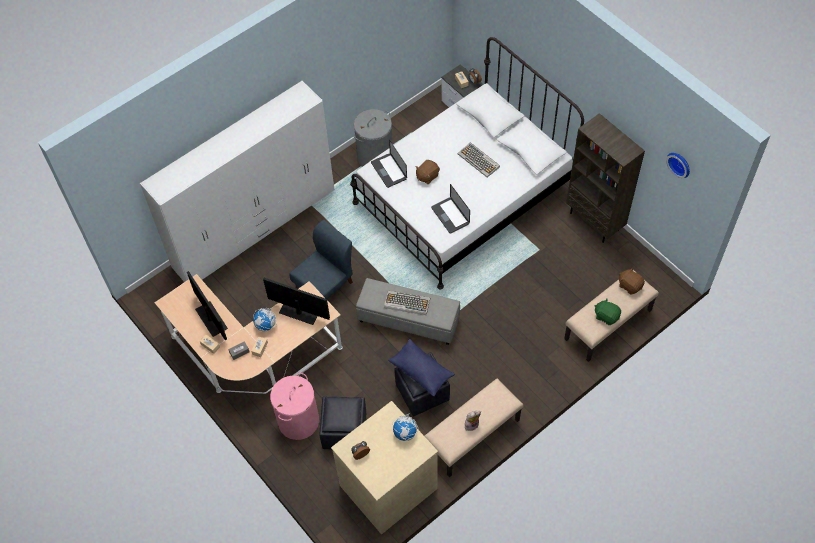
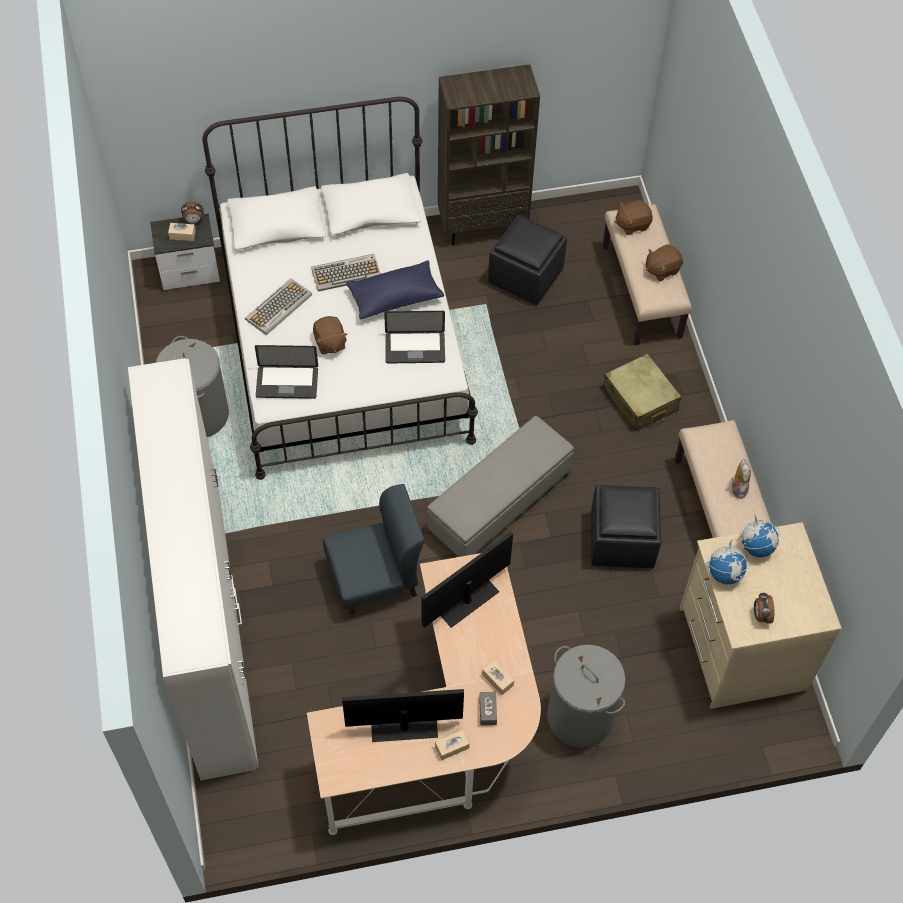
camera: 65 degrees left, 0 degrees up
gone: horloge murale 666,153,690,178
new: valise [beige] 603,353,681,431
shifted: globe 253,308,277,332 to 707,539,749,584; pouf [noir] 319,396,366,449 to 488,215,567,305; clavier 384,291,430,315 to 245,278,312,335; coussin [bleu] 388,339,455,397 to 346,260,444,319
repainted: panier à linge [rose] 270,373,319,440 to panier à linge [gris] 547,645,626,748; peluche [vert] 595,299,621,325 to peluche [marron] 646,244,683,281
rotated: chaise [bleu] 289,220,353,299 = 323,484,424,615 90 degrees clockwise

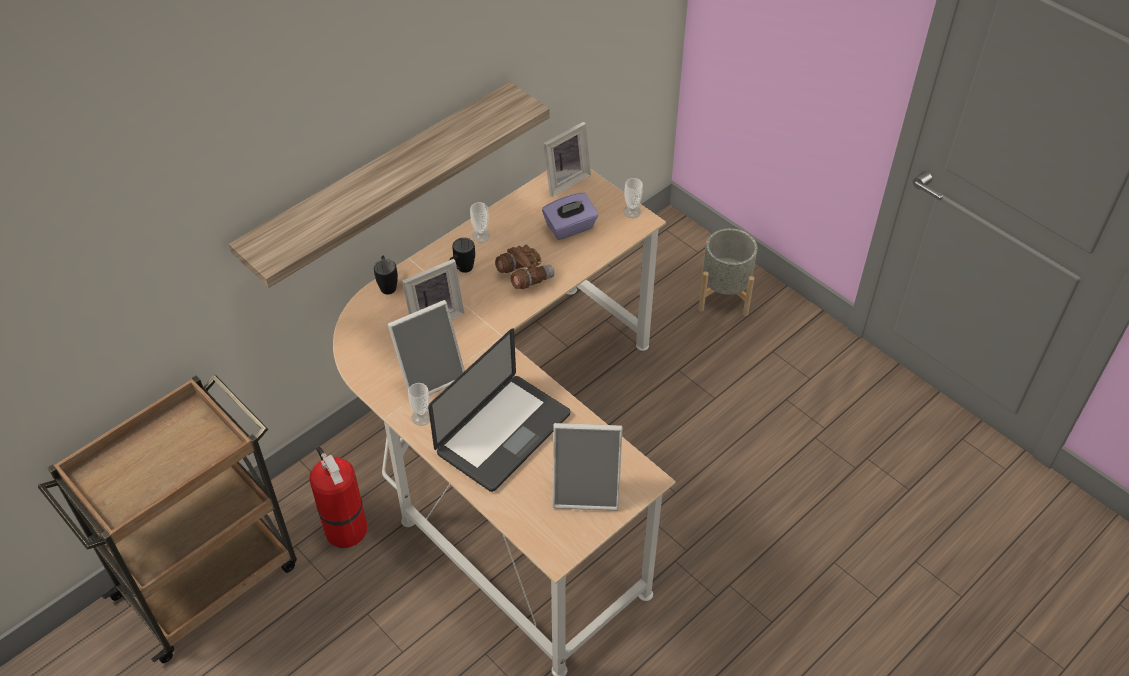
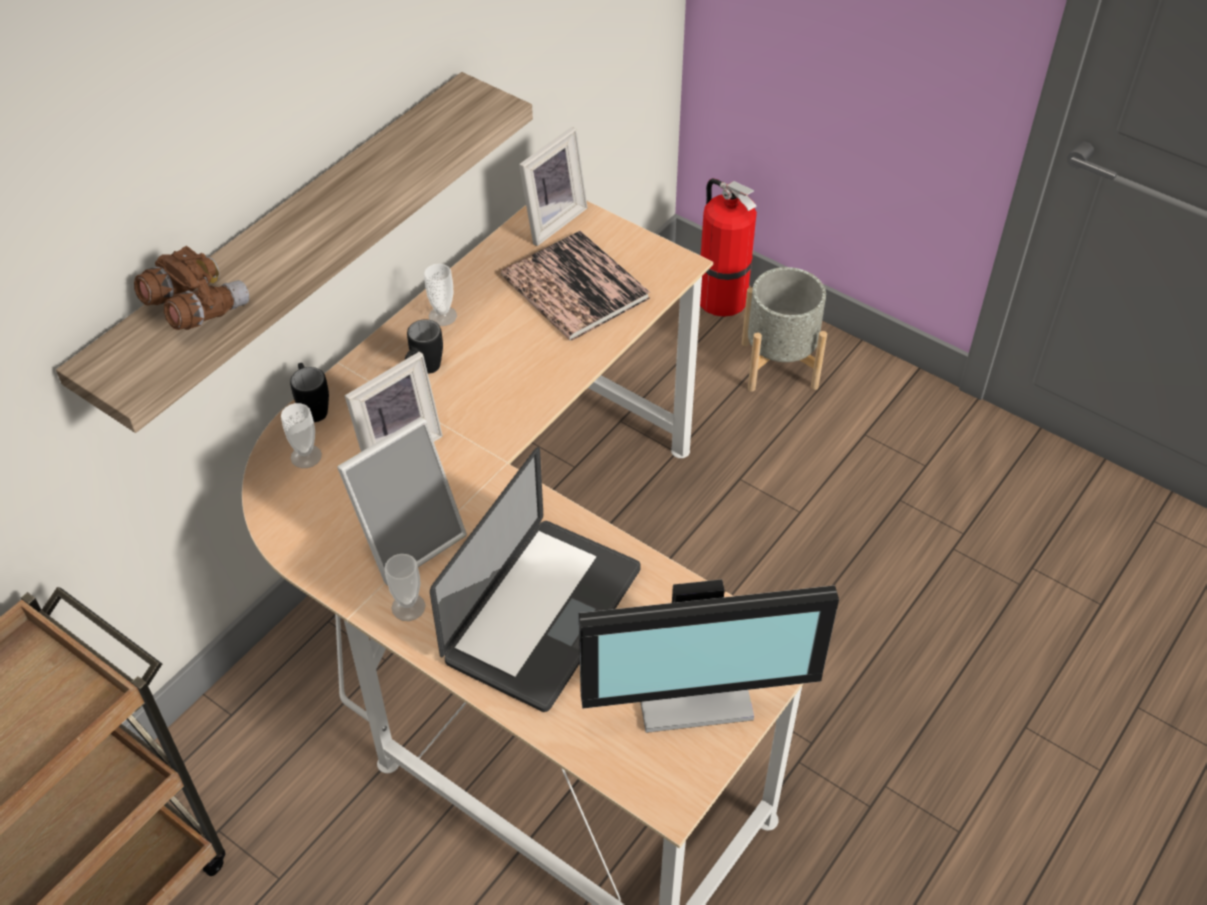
camera: 10 degrees left, 0 degrees up
shifted: extincteur 309,447,367,548 to 700,178,757,317; jumelles [marron] 495,244,554,289 to 134,246,249,330; tasse 623,178,643,218 to 281,403,322,468
swapped: boîte à mouchoirs [violet] 542,193,598,240 to livre 500,231,650,341; cadre photo 552,423,622,511 to écran d'ordinateur 579,579,839,733

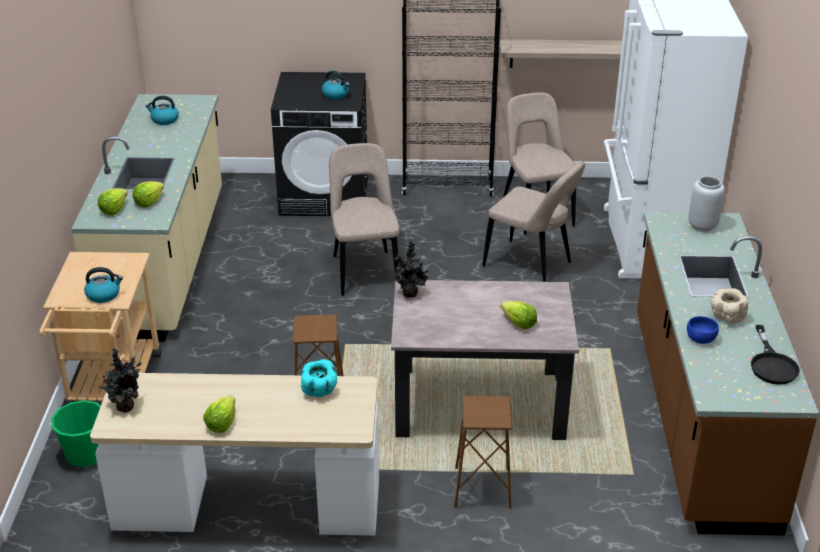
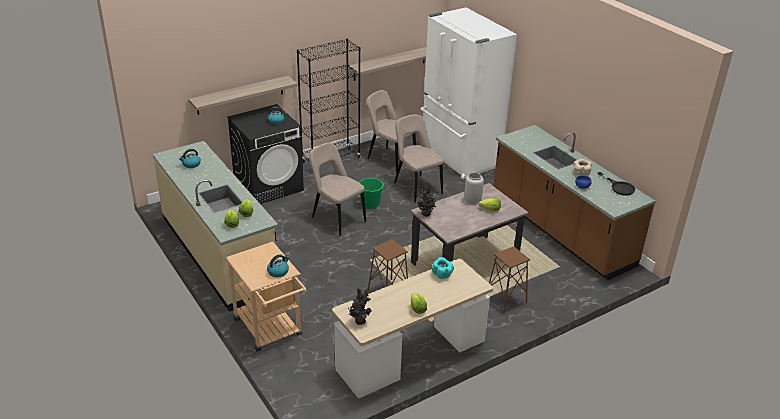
camera: 35 degrees left, 0 degrees up
new: étagère 189,76,297,115
shifted: seau [vert] 50,400,101,467 to 359,178,384,209; vase [gris] 688,176,725,232 to 464,172,484,204
rotated: chaise [beige] 482,161,585,282 = 394,114,444,203 120 degrees counterclockwise

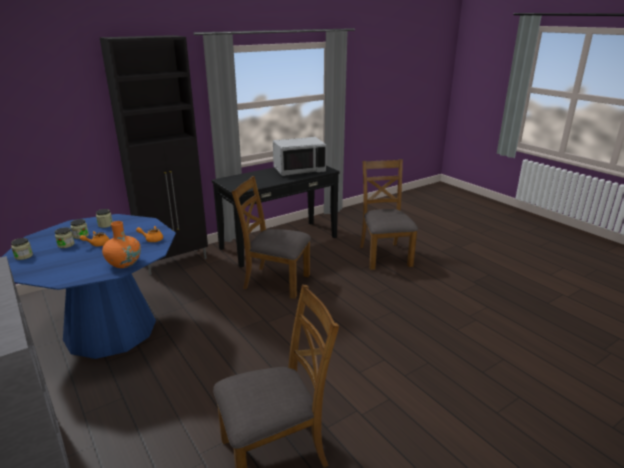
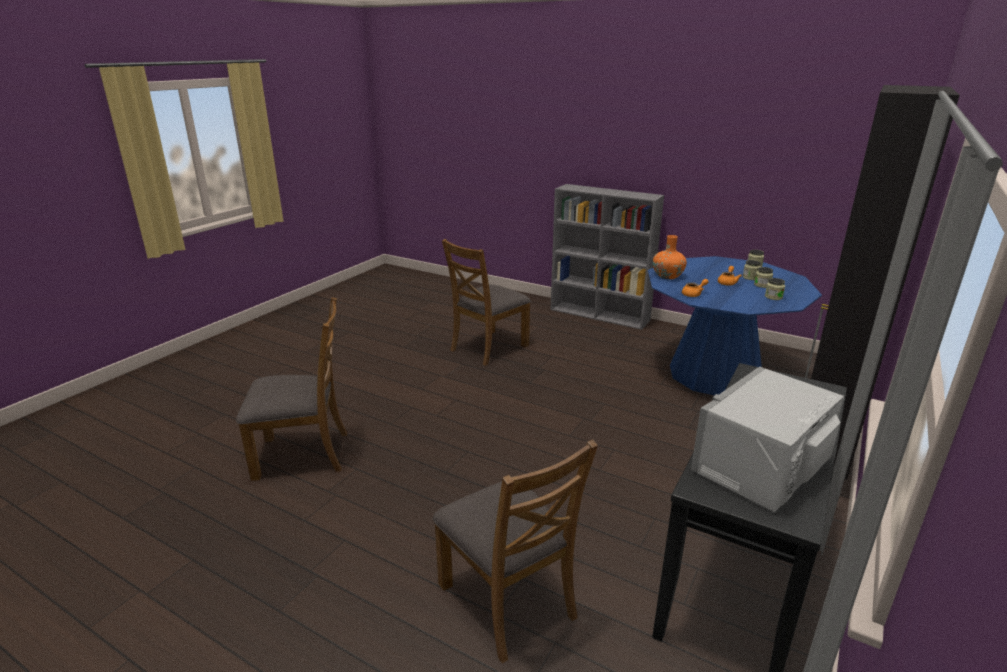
camera: 155 degrees right, 0 degrees up
shifted: chaise [marron] 231,176,311,299 to 236,297,347,481

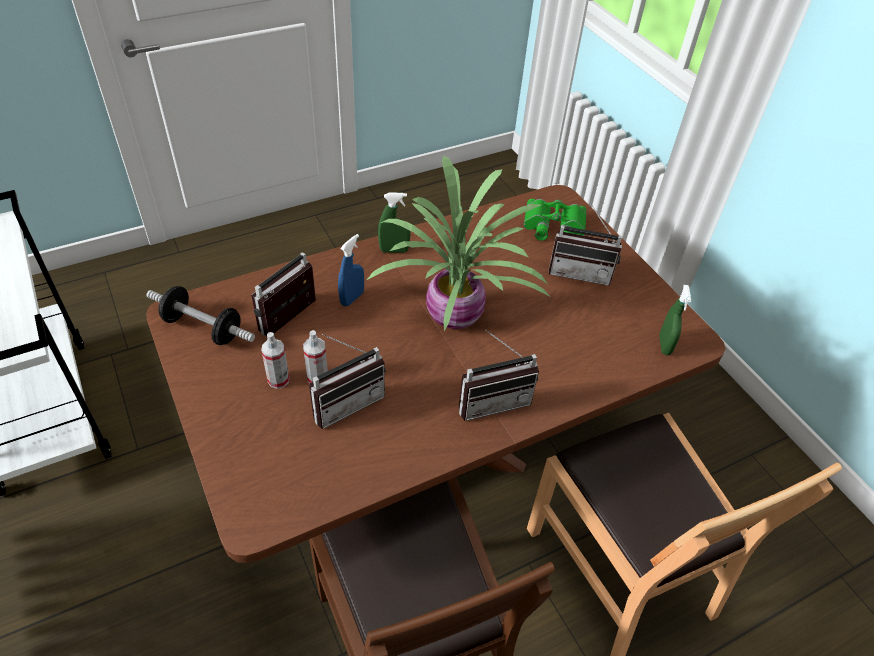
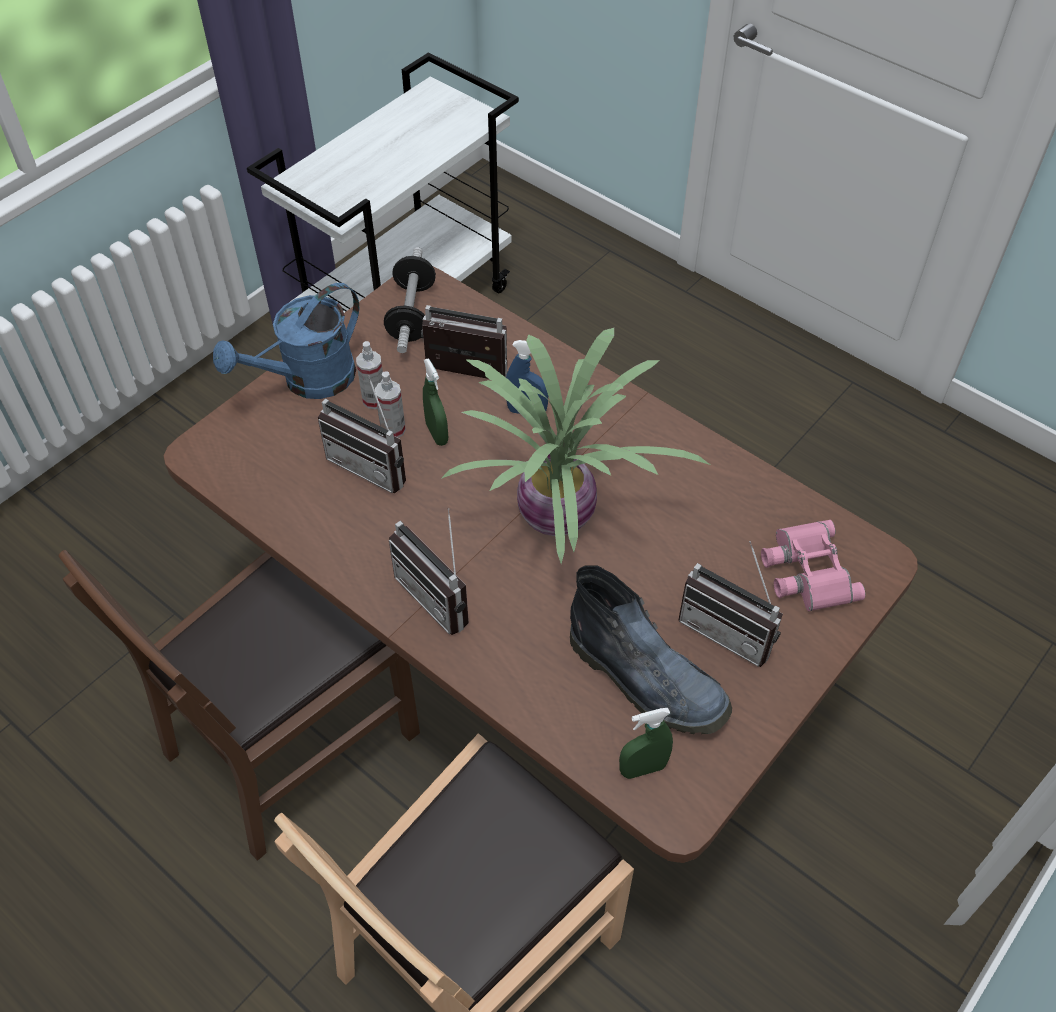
camera: 70 degrees right, 5 degrees up
new: arrosoir [bleu] 213,283,359,399; botte 570,565,732,734
shifted: vaporisateur [vert] 378,193,411,253 to 423,358,448,446
repainted: jumelles [vert] 524,199,586,241 to jumelles [rose] 761,520,866,612
rotated: radio 548,202,622,286 = 679,541,783,667 45 degrees counterclockwise

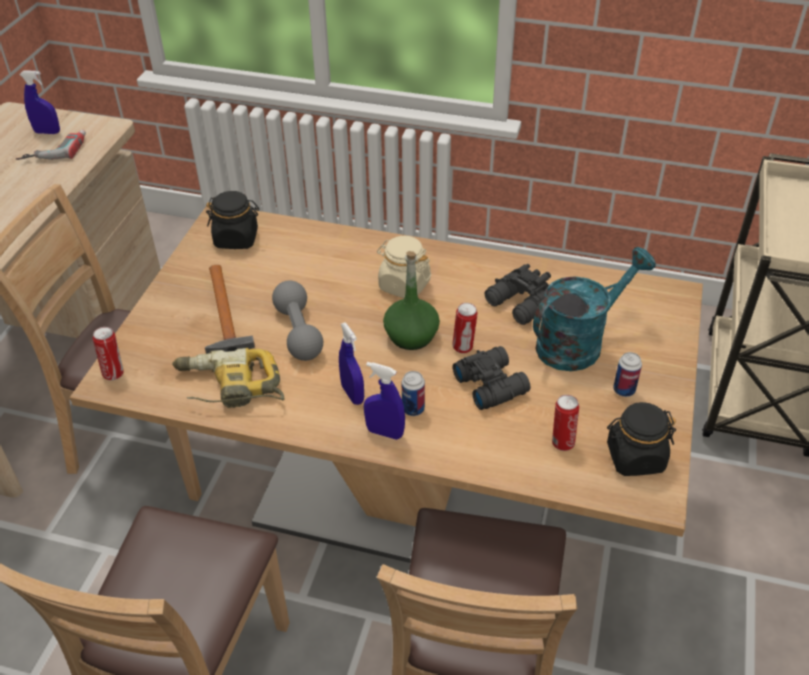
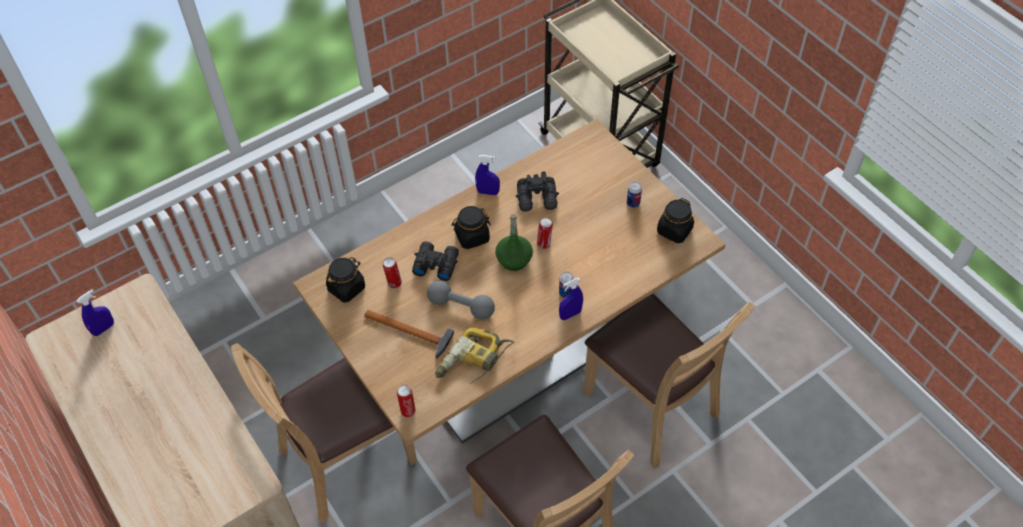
camera: 50 degrees left, 10 degrees up
gone: perceuse 16,130,86,160; arrosoir [turquoise] 533,247,656,371
shifted: vaporisateur [bleu] 339,322,364,405 to 475,155,500,195; jumelles [noir] 453,346,531,410 to 412,242,459,281; boîte métallique 552,395,579,451 to 383,257,402,288
repainted: bocal [beige] 377,236,431,298 to bocal [noir] 451,206,491,249

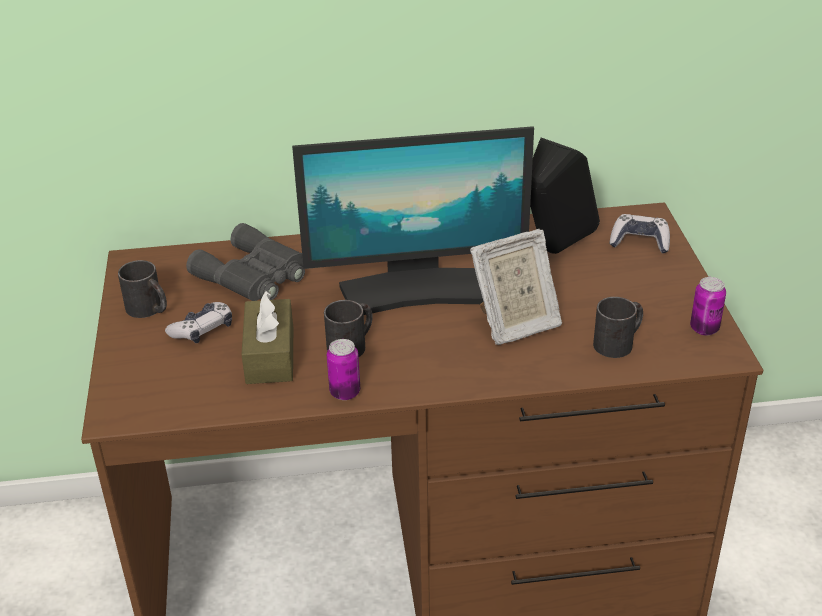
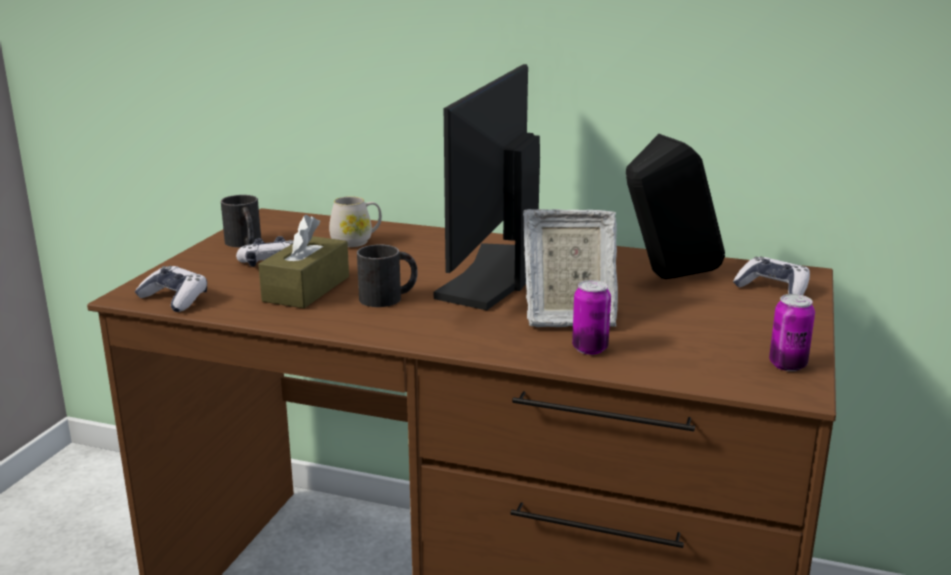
camera: 25 degrees right, 15 degrees down
gone: mug [noir] 593,297,643,358
new: manette 135,266,207,312
shifted: boîte métallique 327,339,360,400 to 572,280,611,355
swapped: jumelles [gris] 186,223,305,301 to mug [blanc] 329,196,382,247
rotated: écran d'ordinateur 292,126,534,315 = 434,64,540,310 90 degrees clockwise

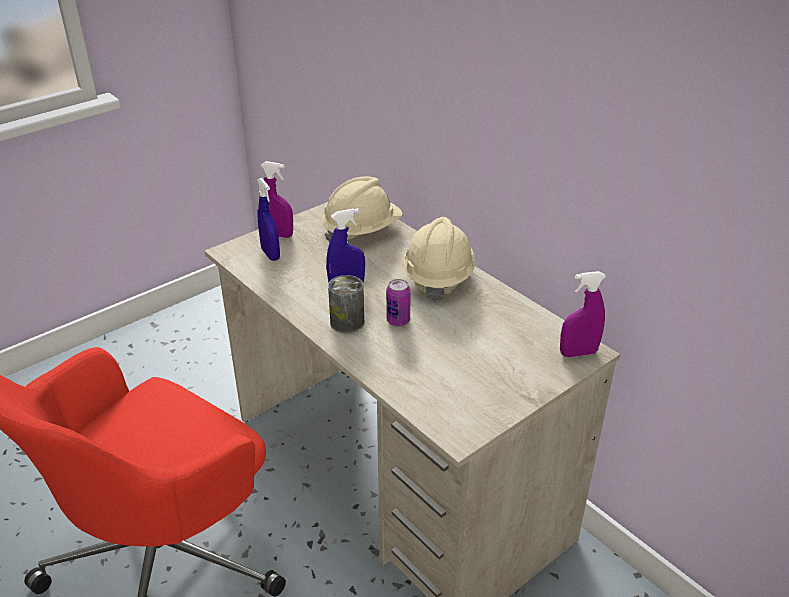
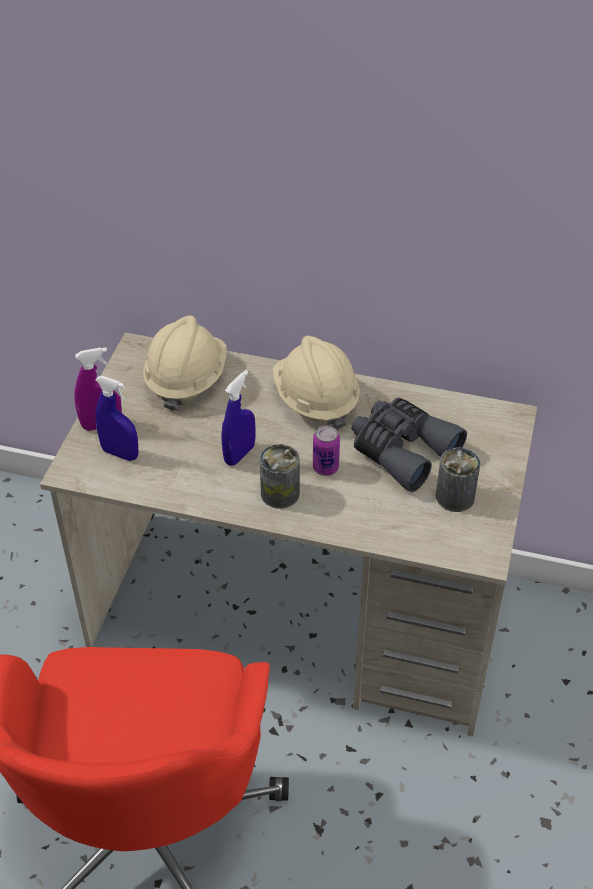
camera: 35 degrees left, 10 degrees up
gone: vaporisateur [violet] 560,271,606,357
new: jumelles [gris] 351,398,467,492; boîte métallique 436,447,481,512

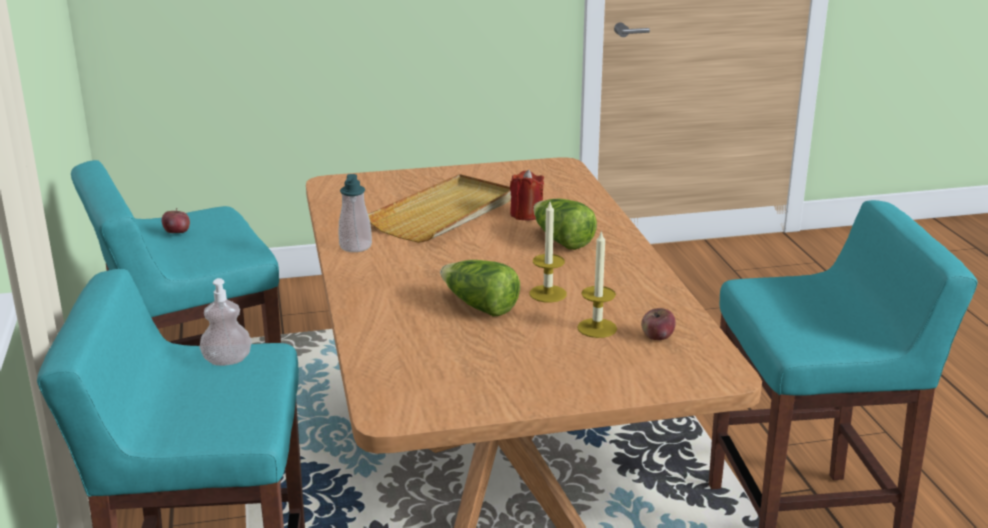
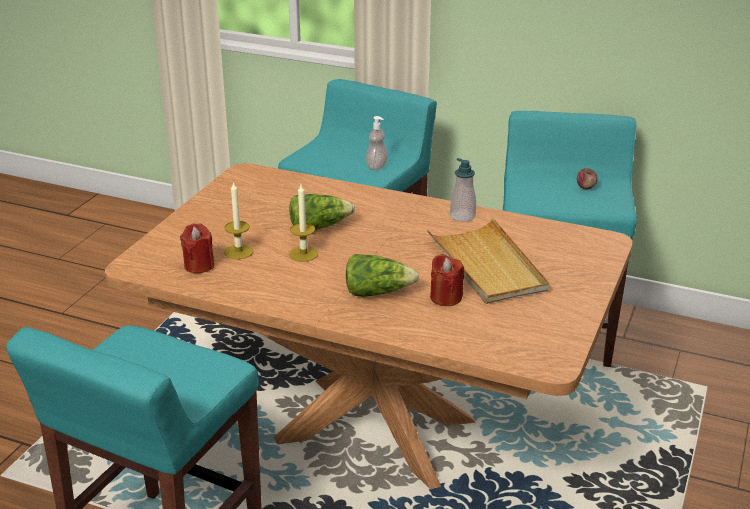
camera: 125 degrees right, 5 degrees up
swapped: pomme 641,308,676,340 to bougie [rouge] 180,223,215,273

